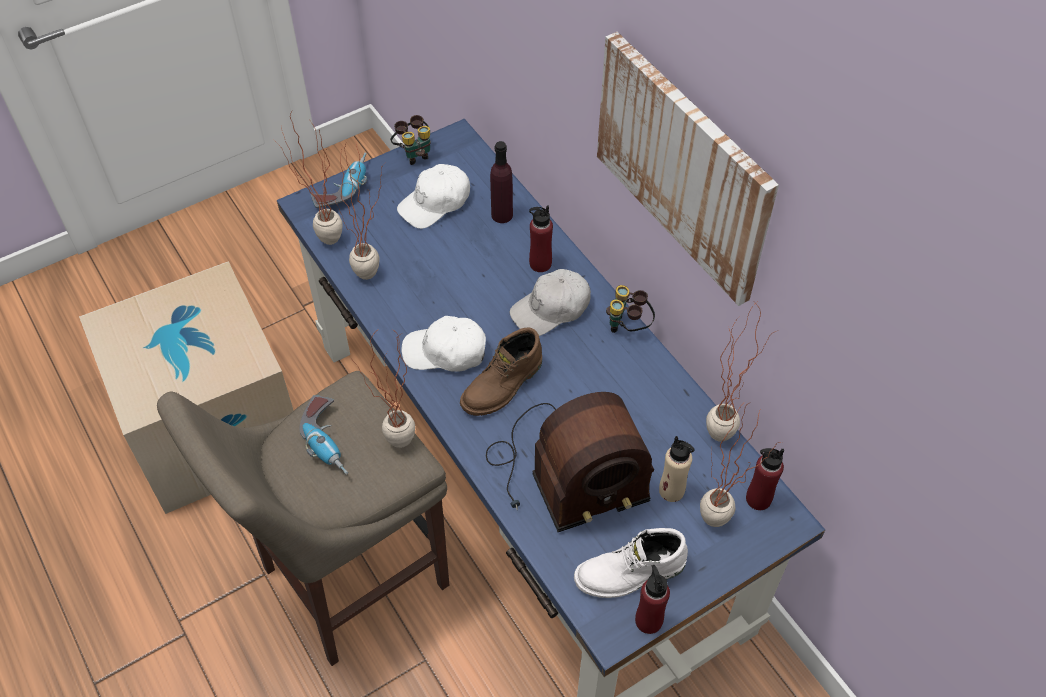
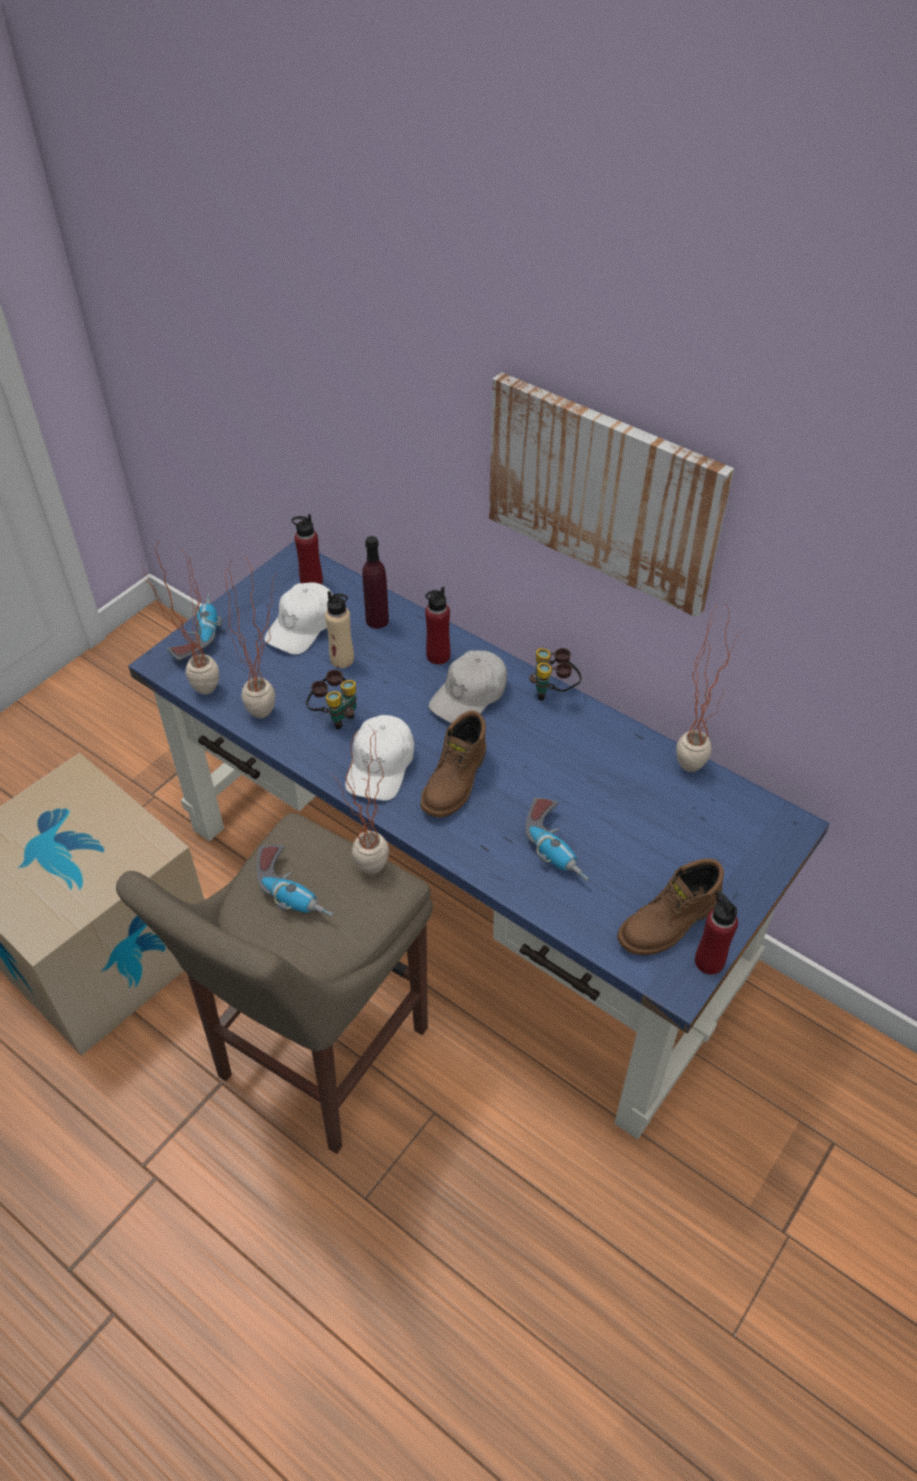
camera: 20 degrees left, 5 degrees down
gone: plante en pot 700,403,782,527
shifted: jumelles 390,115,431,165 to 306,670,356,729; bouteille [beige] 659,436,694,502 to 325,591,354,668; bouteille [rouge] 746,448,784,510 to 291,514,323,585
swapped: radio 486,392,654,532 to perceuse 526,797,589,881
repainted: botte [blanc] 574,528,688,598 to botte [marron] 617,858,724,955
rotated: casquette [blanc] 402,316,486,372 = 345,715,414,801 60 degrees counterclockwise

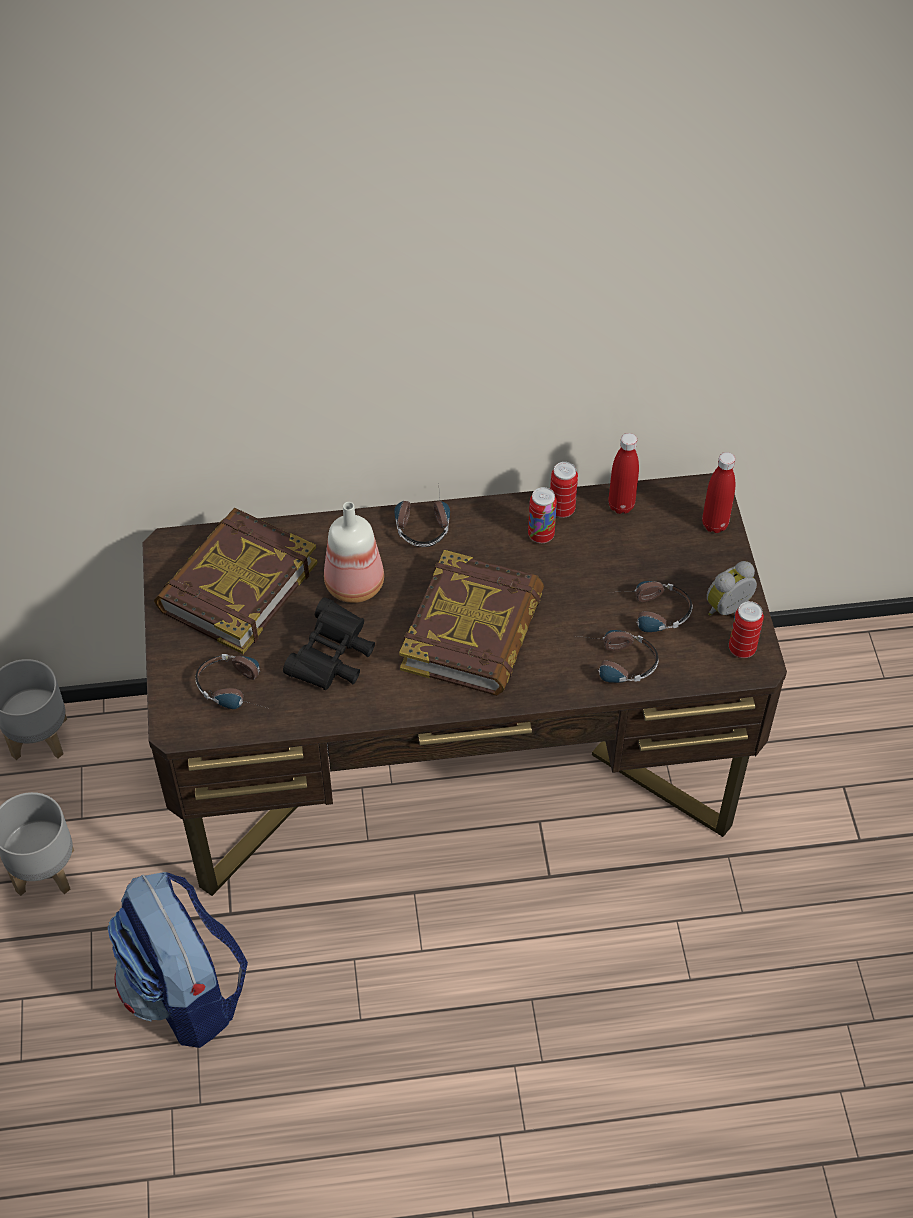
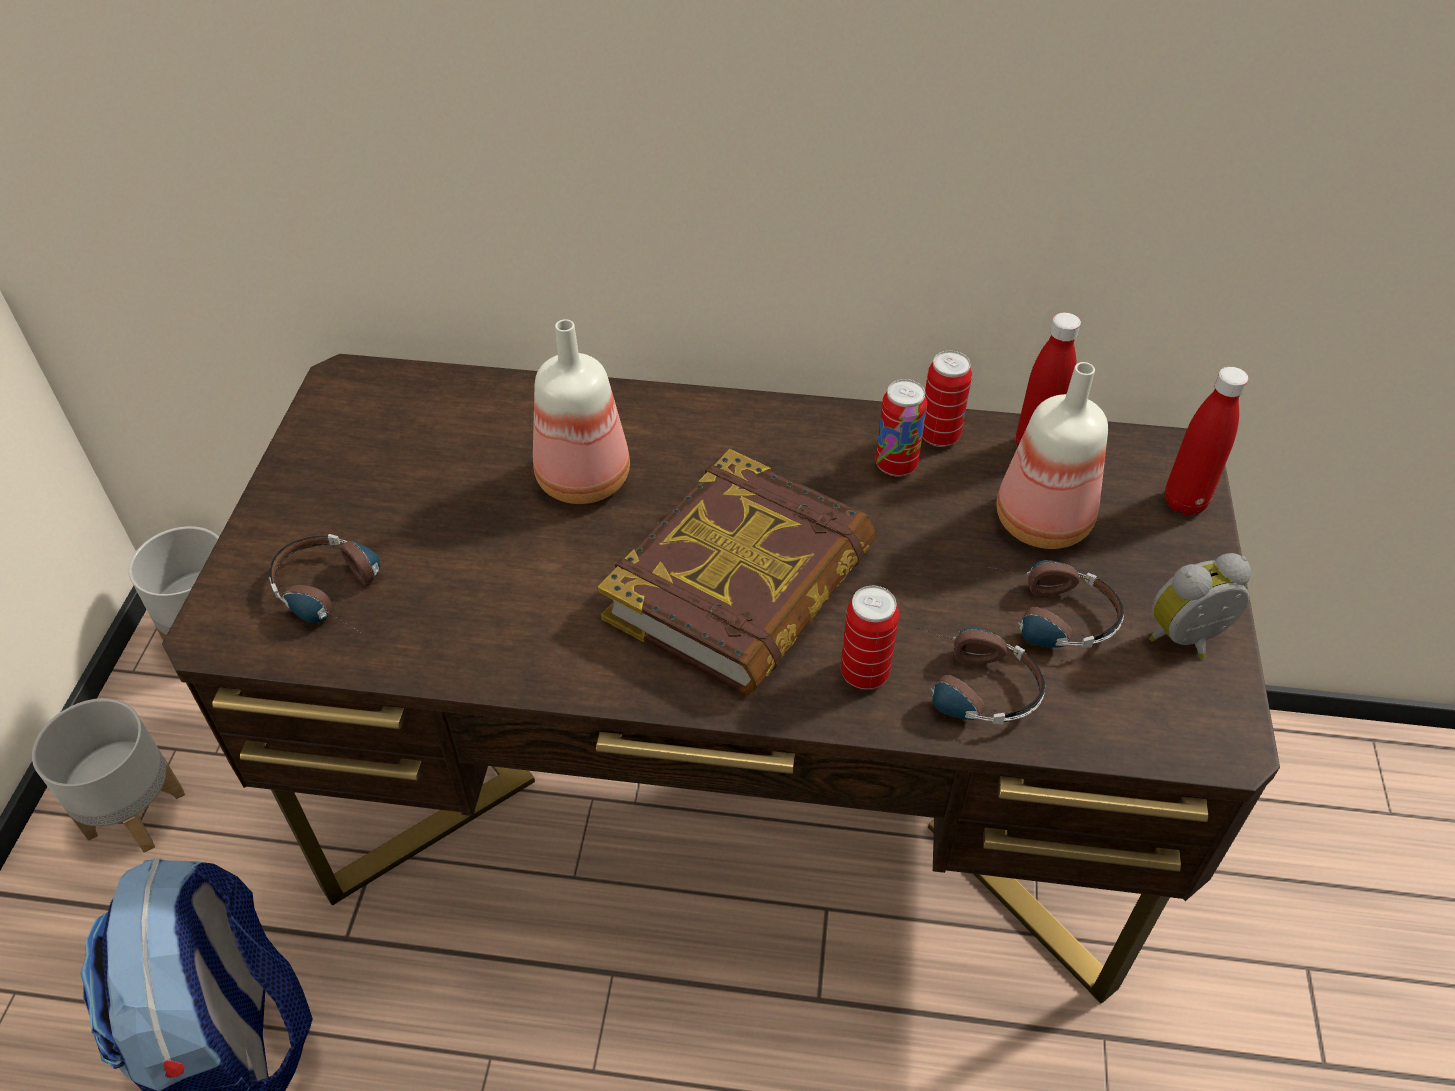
camera: 15 degrees right, 5 degrees down
gone: livre 154,508,318,654; jumelles [noir] 283,597,375,690; casque audio 394,495,450,547
new: bouteille 997,362,1108,549
shifted: boîte métallique 729,601,764,658 to 841,586,899,690

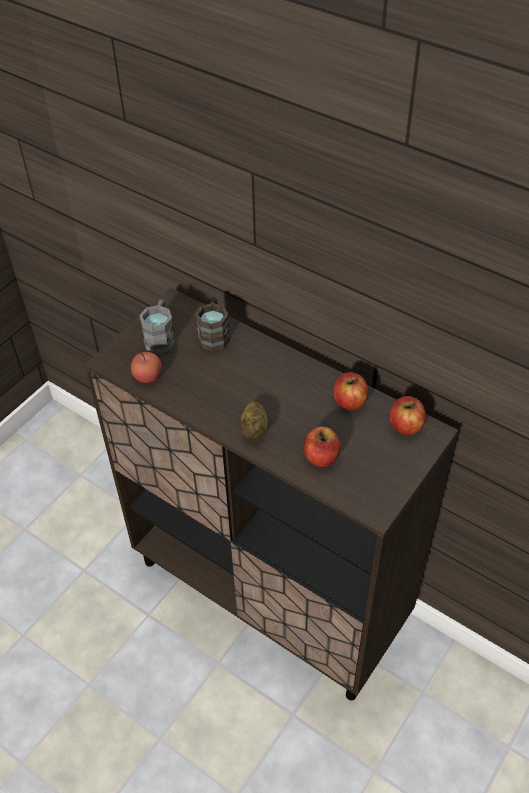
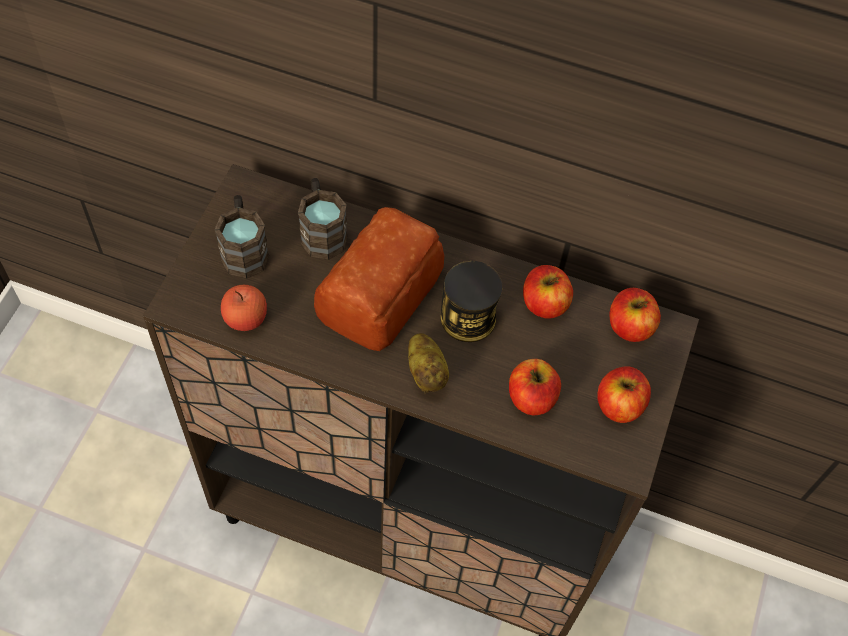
camera: 20 degrees left, 10 degrees up
new: pain 314,207,444,351; boîte métallique 441,261,502,342; pomme 597,366,651,423
repainted: mug [gris] 139,299,175,354 to mug [marron] 215,195,269,279

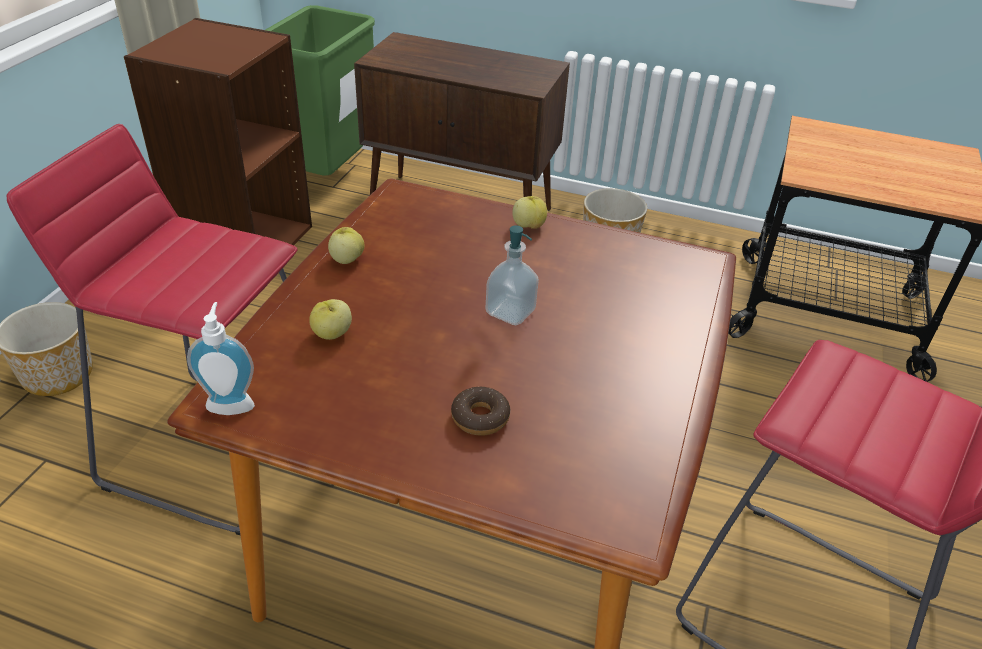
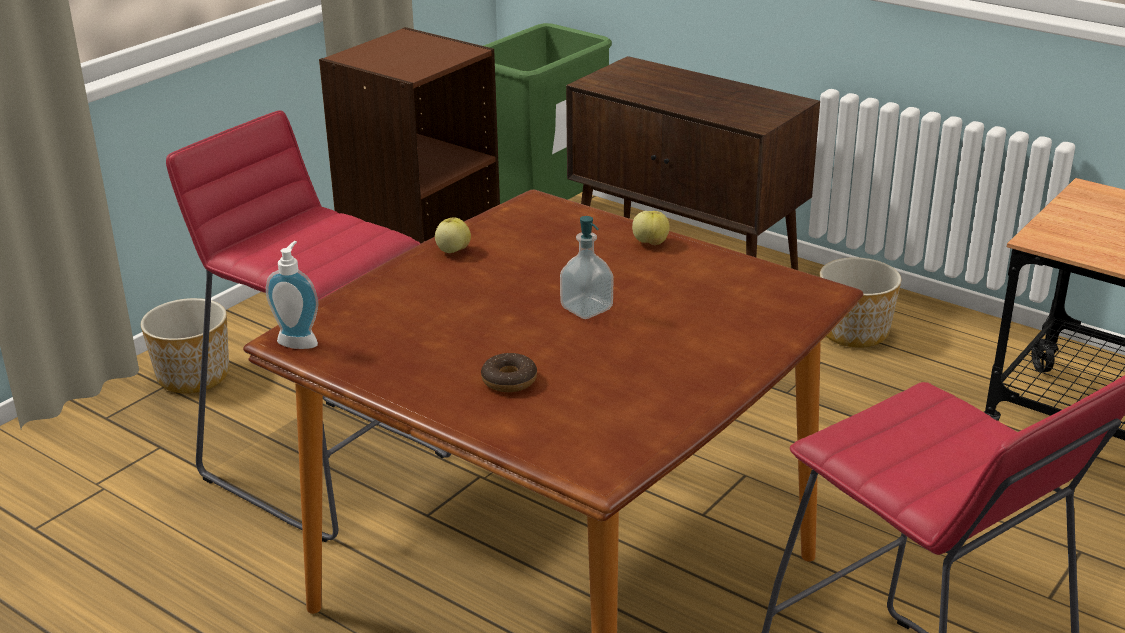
camera: 20 degrees right, 10 degrees down
gone: pomme 309,299,352,340

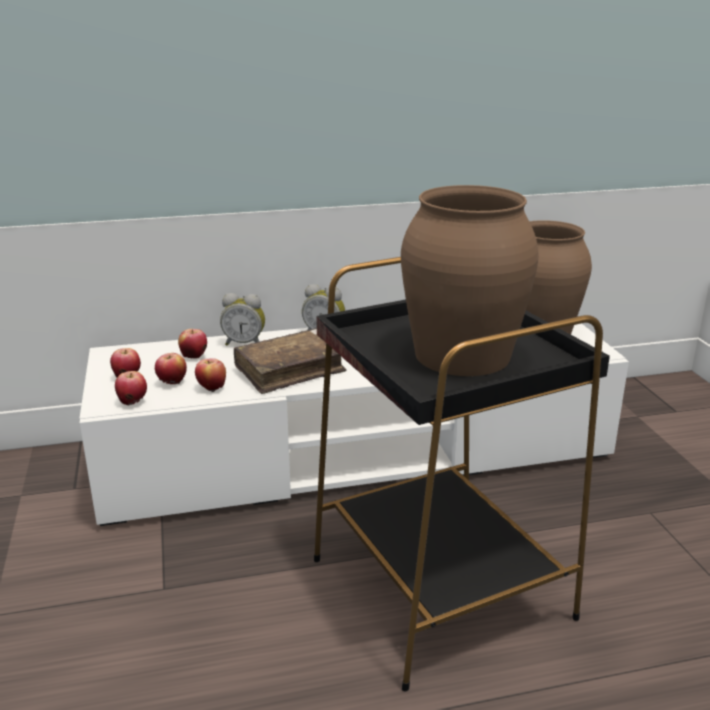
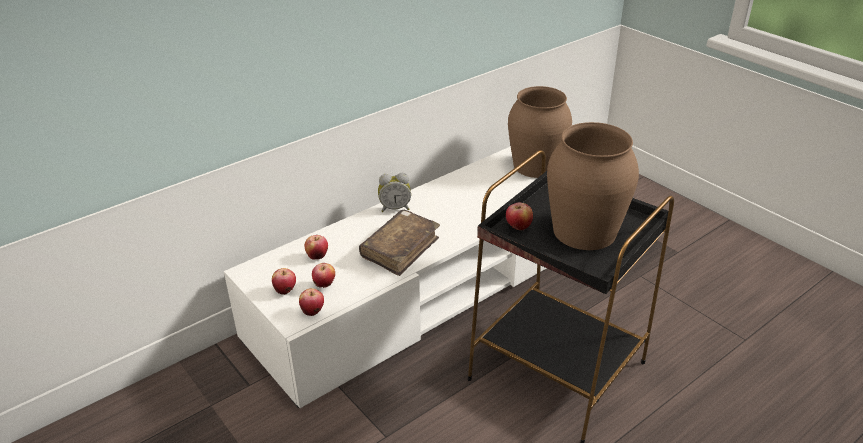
camera: 25 degrees left, 10 degrees up
gone: réveil 220,293,265,346
shifted: pomme 195,358,226,392 to 506,203,533,231

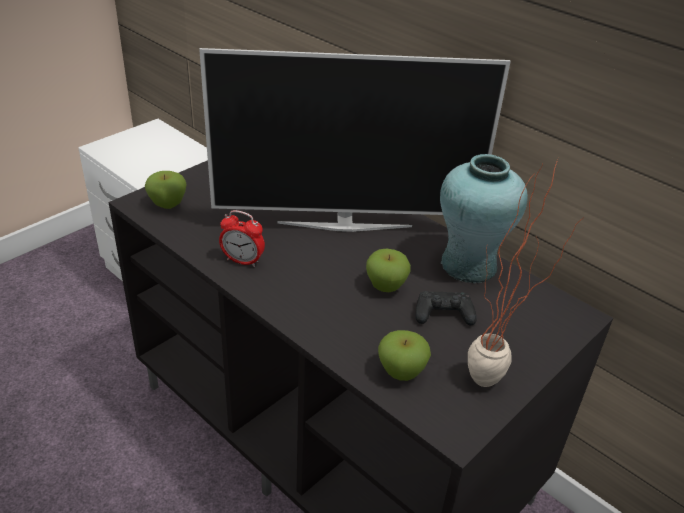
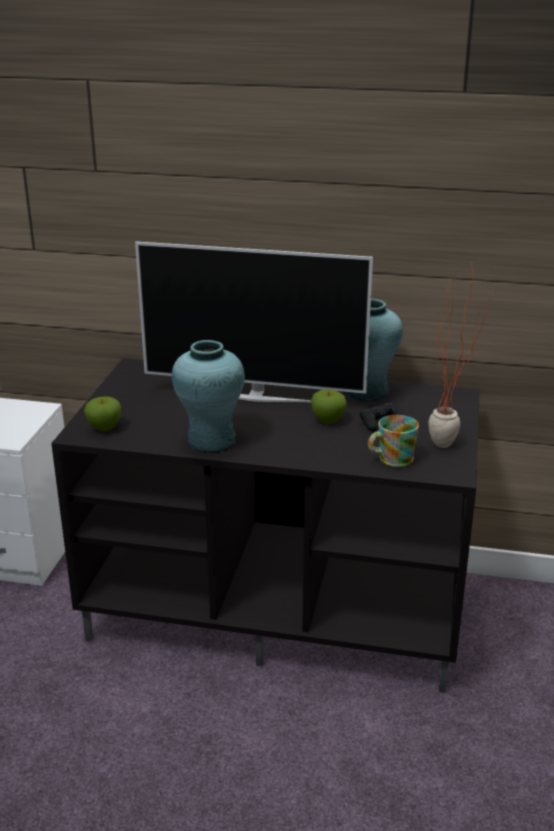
camera: 30 degrees left, 10 degrees down
swapped: réveil 219,210,265,267 to vase [turquoise] 172,340,245,453; pomme 378,330,431,381 to mug 368,415,419,467
rotated: téléviseur 199,48,511,232 = 135,241,373,403 45 degrees clockwise

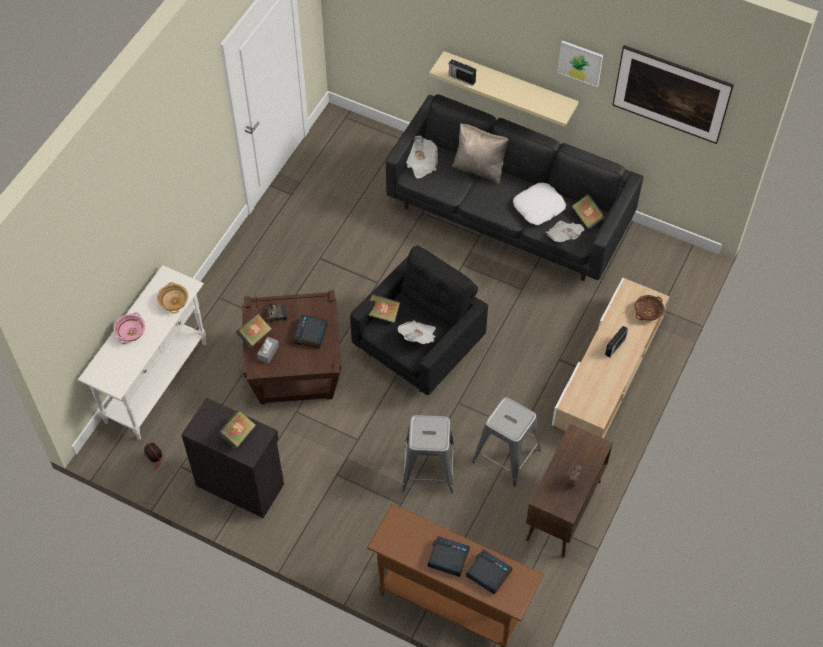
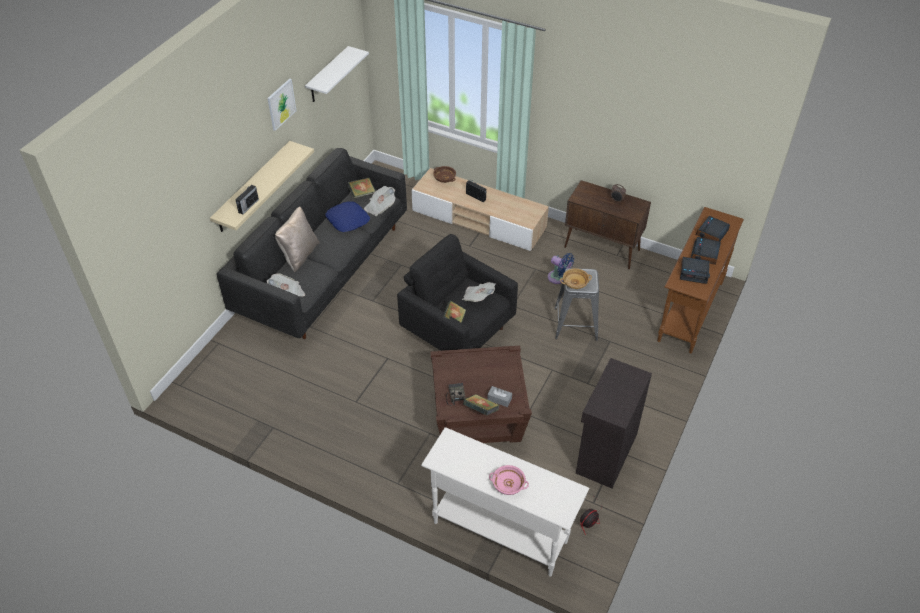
camera: 90 degrees left, 10 degrees down
gone: livre 218,410,256,449
shifted: bol [beige] 157,282,188,313 to 560,268,592,289; réveil 292,315,327,349 to 680,257,710,284
swapped: tabouret [gris] 472,397,541,487 to ventilateur [bleu] 548,253,574,284; tableau 612,45,734,144 to étagère [blanc] 305,46,369,102
repainted: coussin [blanc] 513,183,566,225 to coussin [bleu] 326,201,370,232

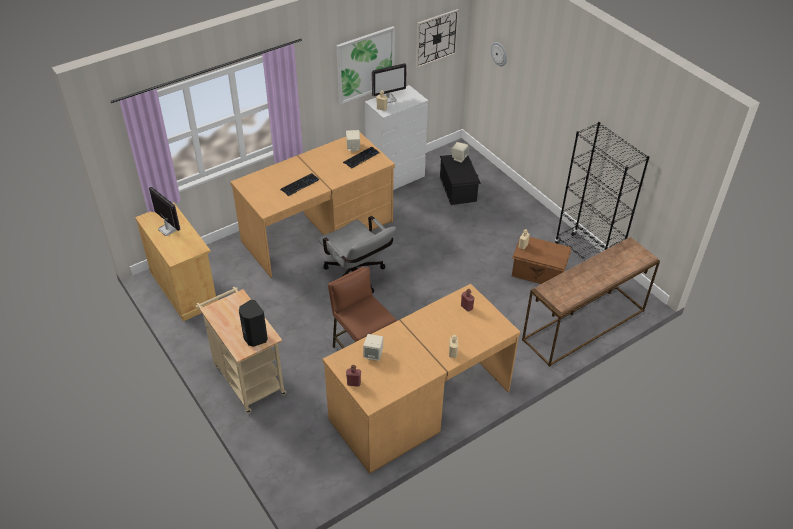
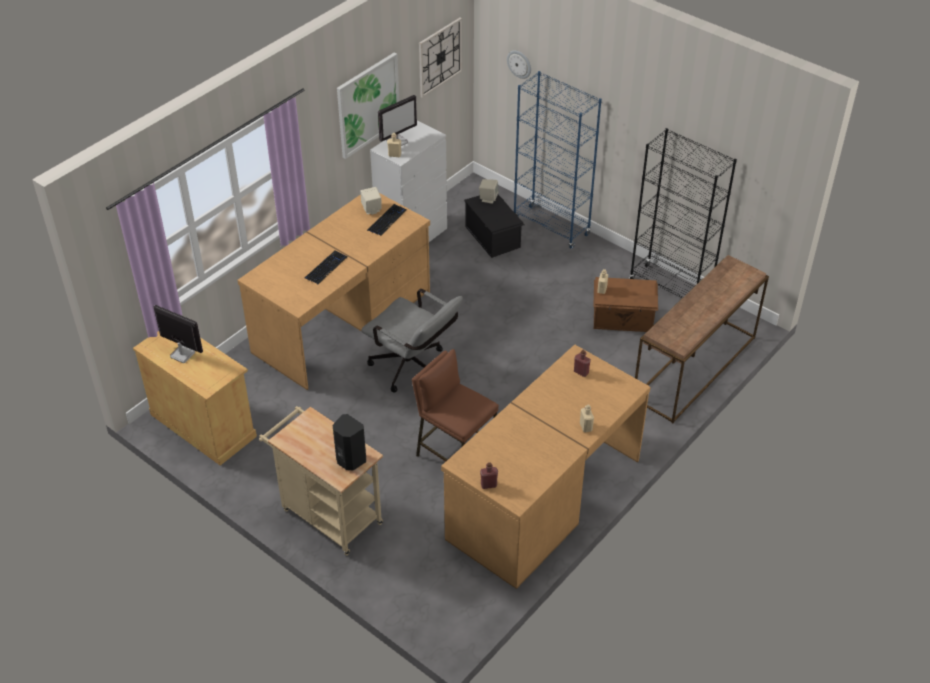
camera: 15 degrees left, 0 degrees up
gone: enceinte [beige] 363,334,383,361
new: bibliothèque [bleu] 514,71,602,249

